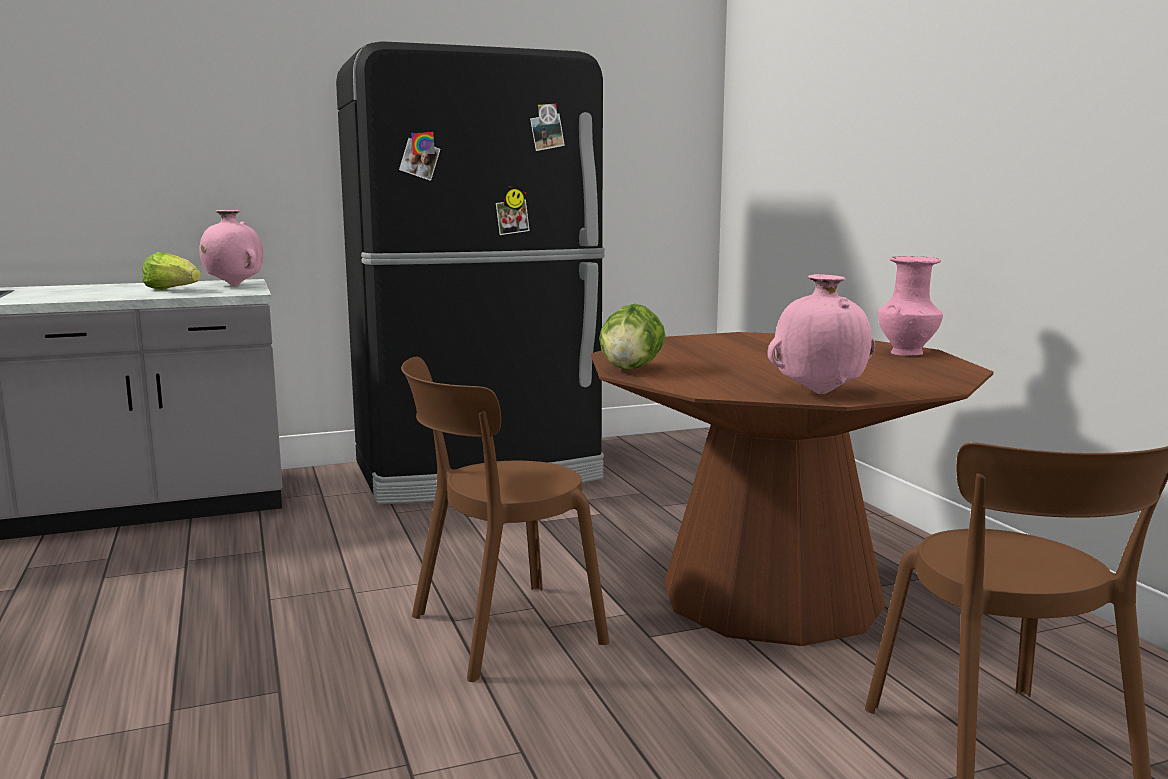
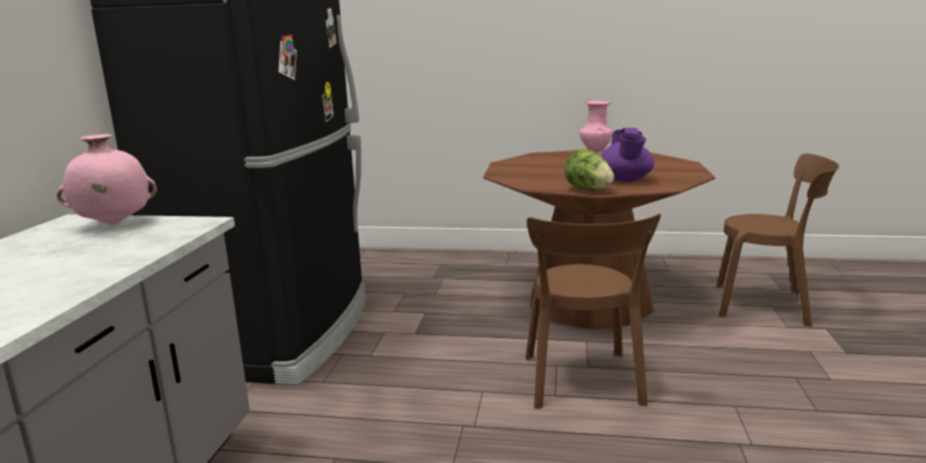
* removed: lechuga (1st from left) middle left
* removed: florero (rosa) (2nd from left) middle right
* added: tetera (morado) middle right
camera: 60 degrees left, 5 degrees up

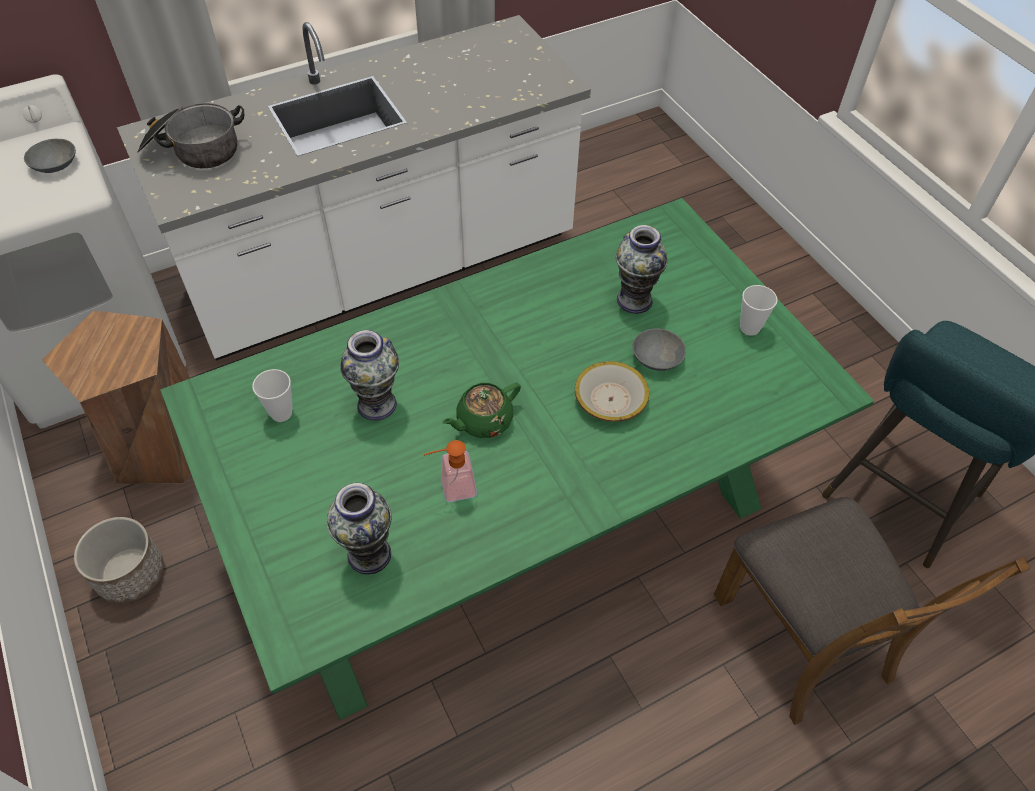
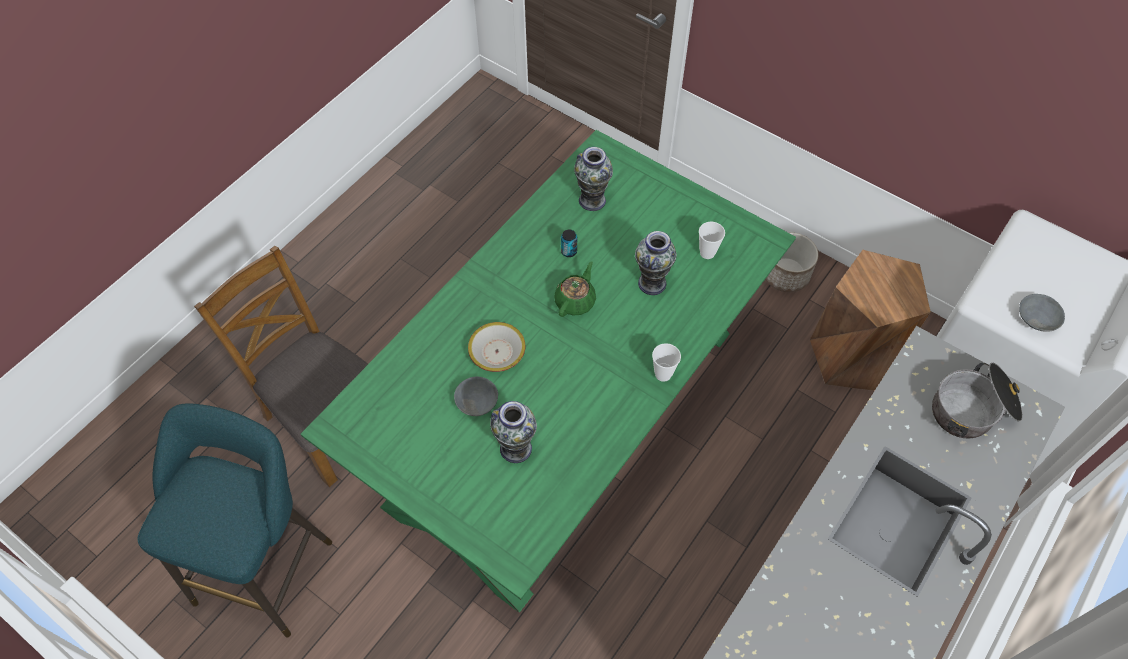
* replaced: dispensador de jabón centre to lata centre
* moved: taza (2nd from left in the first image) middle right to taza (1st from left) centre
camera: 155 degrees right, 5 degrees up

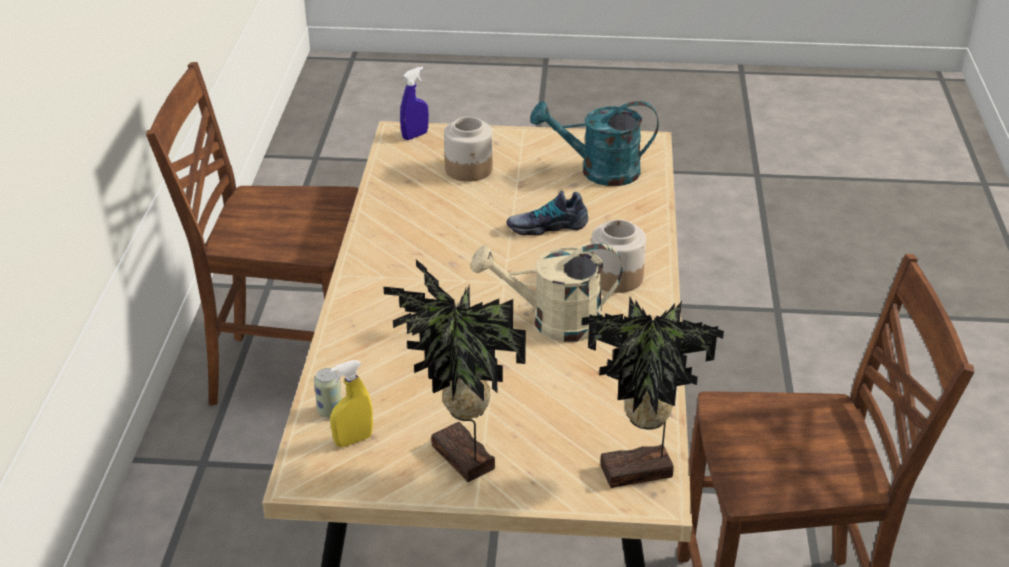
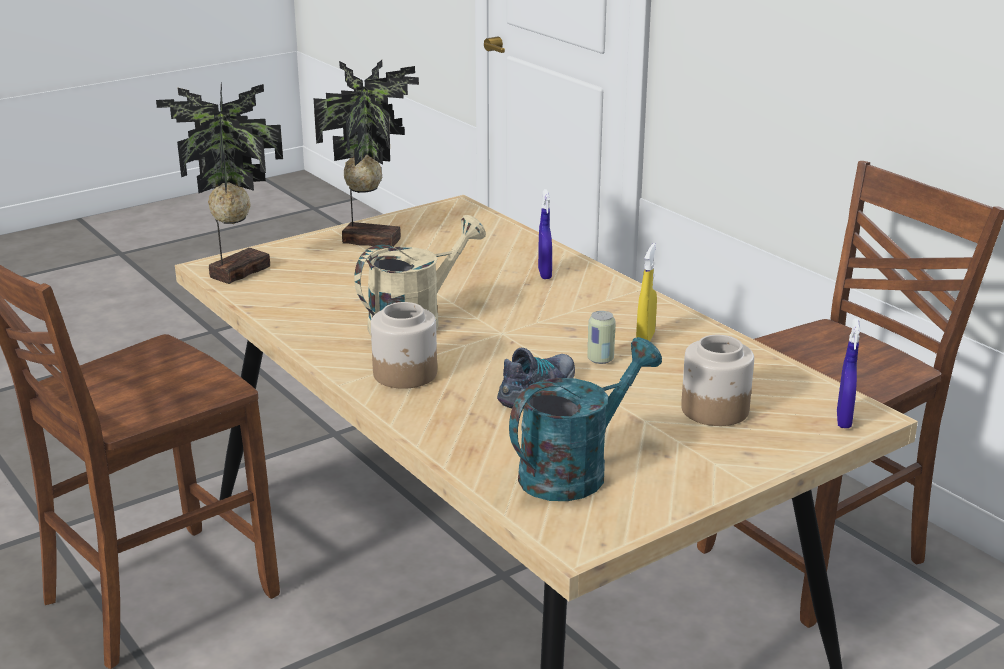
* moved: lata bottom left to centre
* moved: pulverizador (amarillo) bottom centre to centre
* added: pulverizador (azul) (1st from left) centre
camera: 140 degrees right, 10 degrees down

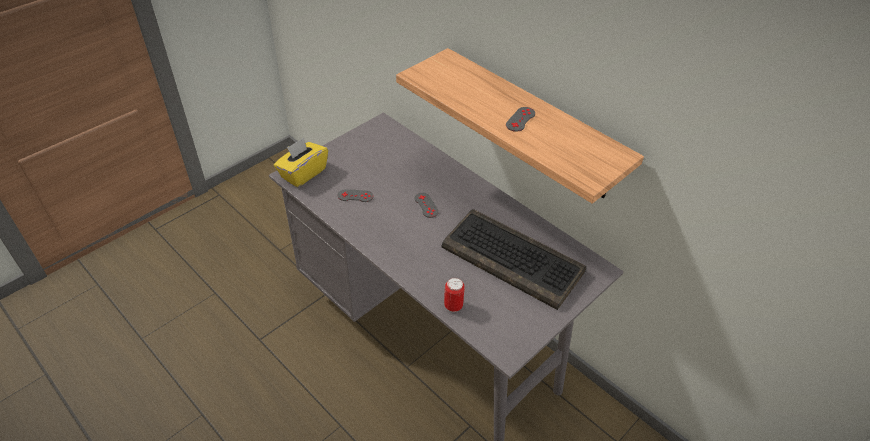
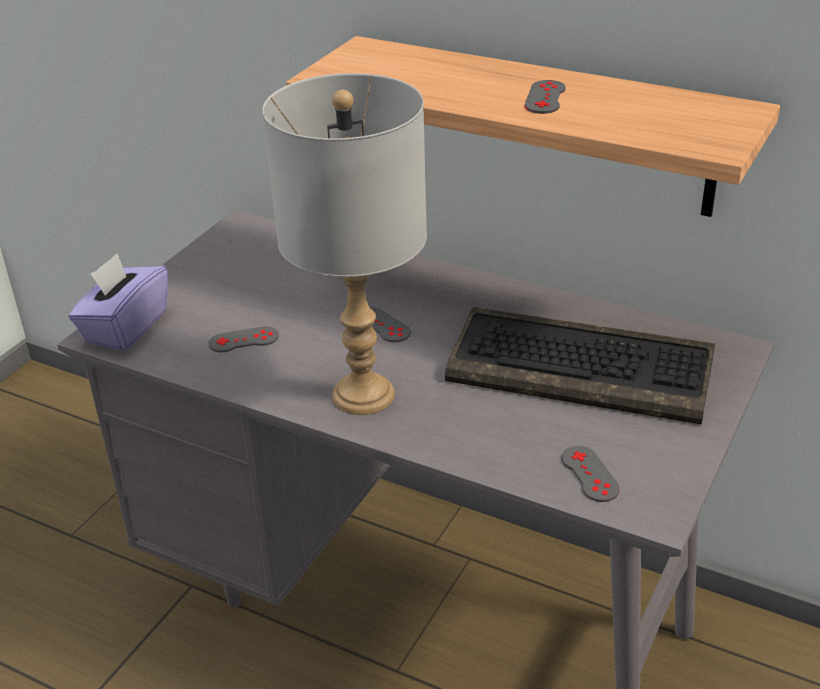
* recoloured: caja de pañuelos (amarillo) centre to caja de pañuelos (morado) middle left
* removed: lata bottom centre
* added: lámpara de mesa (gris) centre
* added: mando de consola (gris) (4th from left) bottom right
camera: 15 degrees left, 10 degrees down

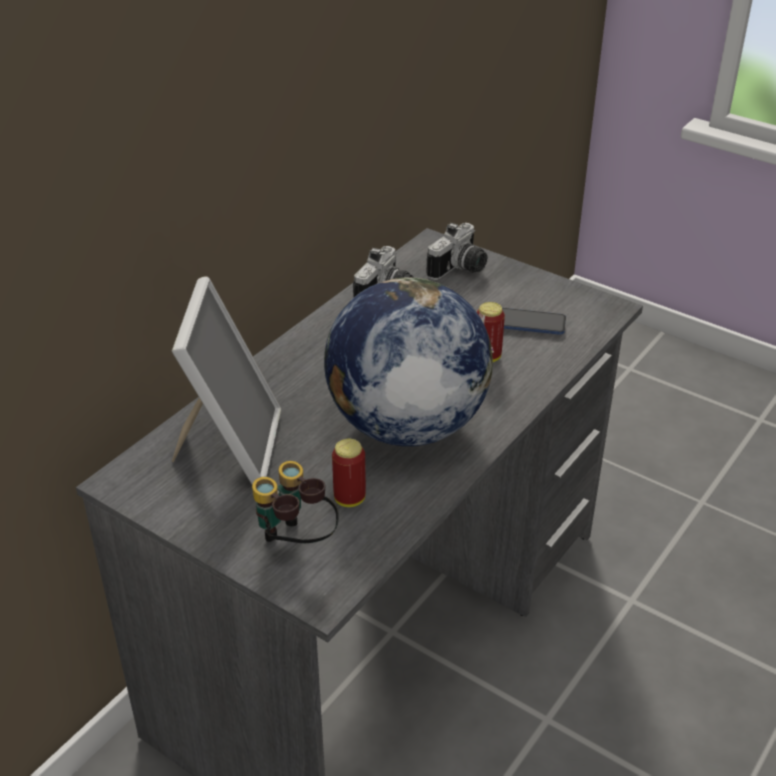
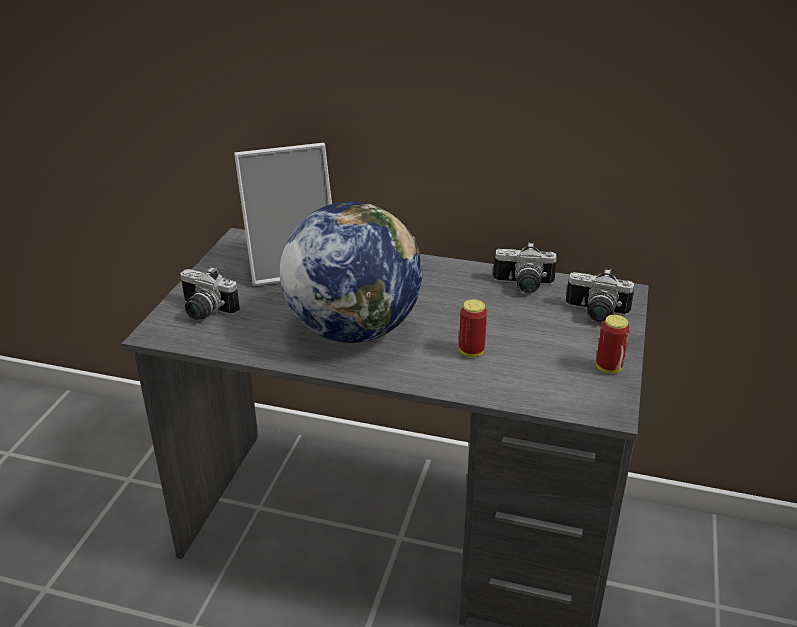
* replaced: prismáticos centre to cámara (1st from left) middle left
* moved: lata (1st from left in the first image) centre to lata (2nd from left) middle right
* removed: móvil middle right
camera: 70 degrees right, 5 degrees down

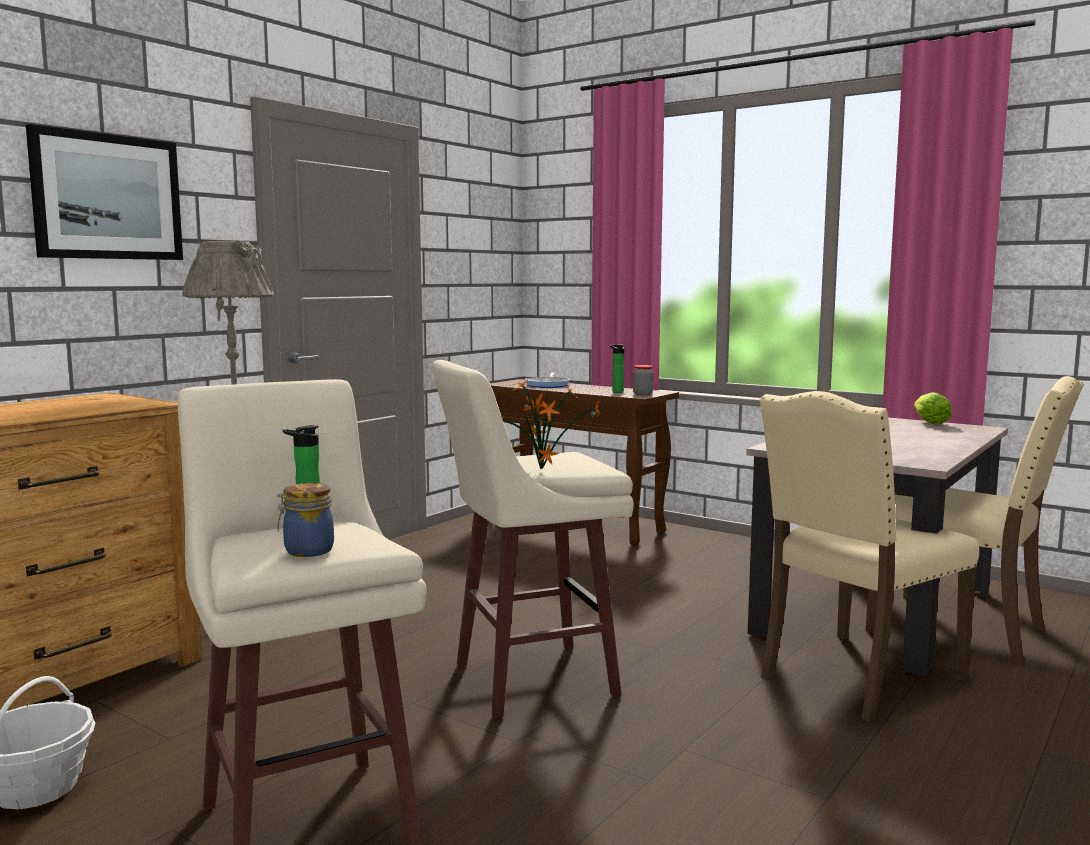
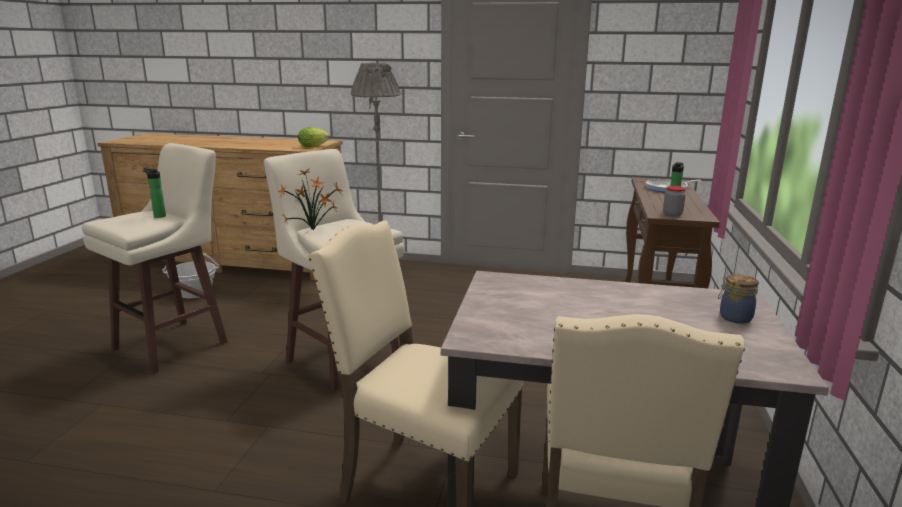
* removed: cuadro top left
* moved: tarro (1st from left in the first image) middle left to tarro (2nd from left) middle right
* moved: lechuga middle right to top centre
camera: 65 degrees right, 10 degrees up

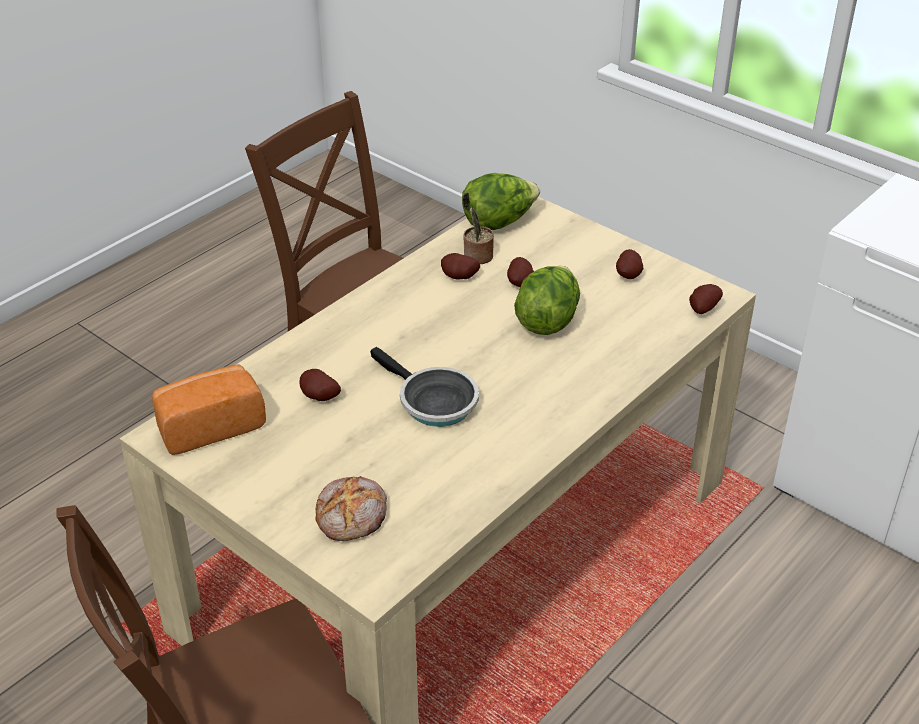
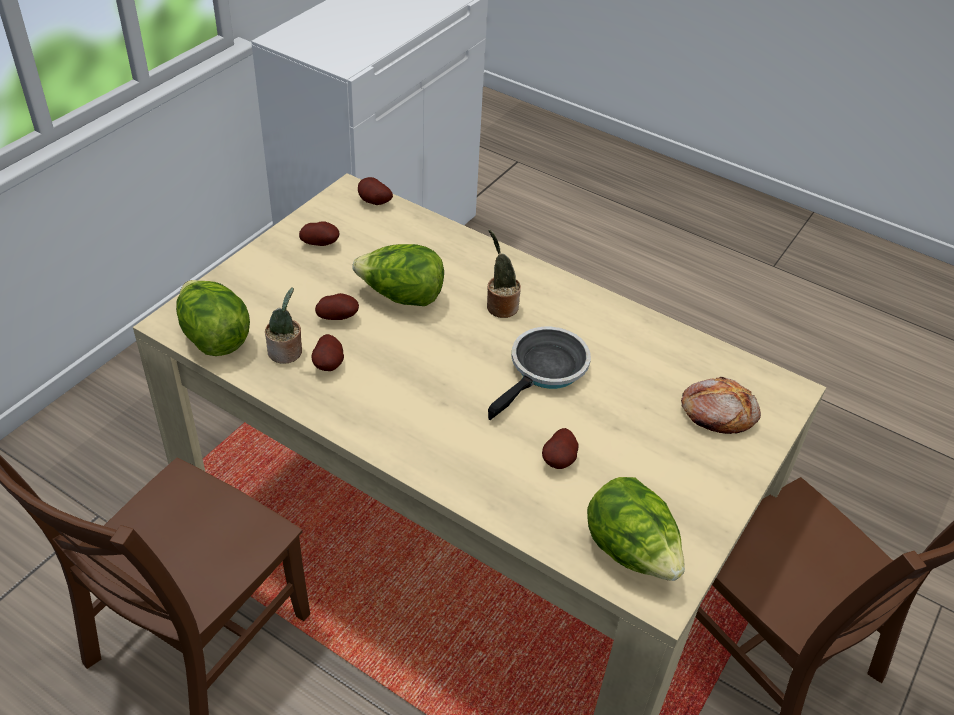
* replaced: pan (1st from left) middle left to lechuga (3rd from left) bottom right
* added: planta en maceta (2nd from left) centre
camera: 100 degrees left, 5 degrees up

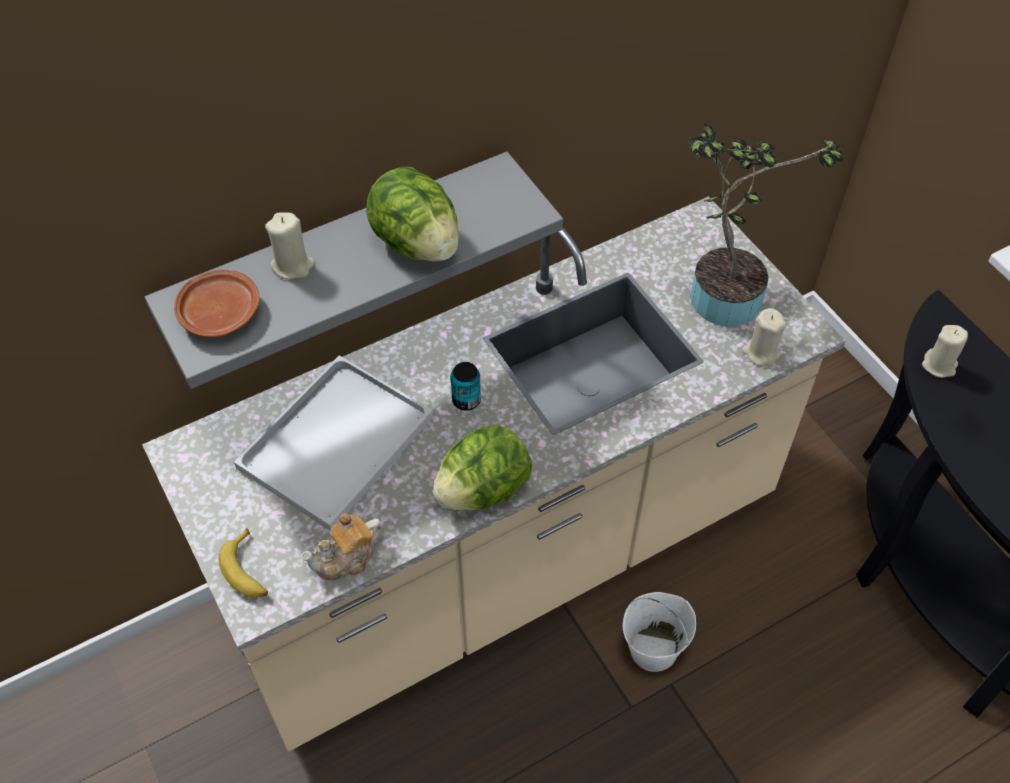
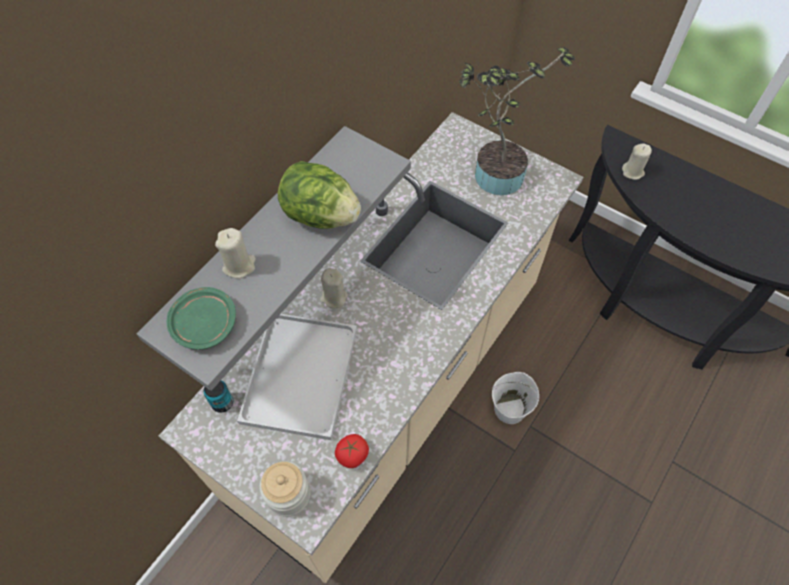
* recoloured: plato (marrón) middle left to plato (verde) middle left
* replaced: plátano bottom left to tarro bottom centre
* replaced: tetera bottom centre to tomate bottom centre
* removed: lechuga (2nd from left) centre
* moved: lata centre to bottom left
* moved: vela (beis) (2nd from left) middle right to centre
camera: 25 degrees left, 5 degrees up

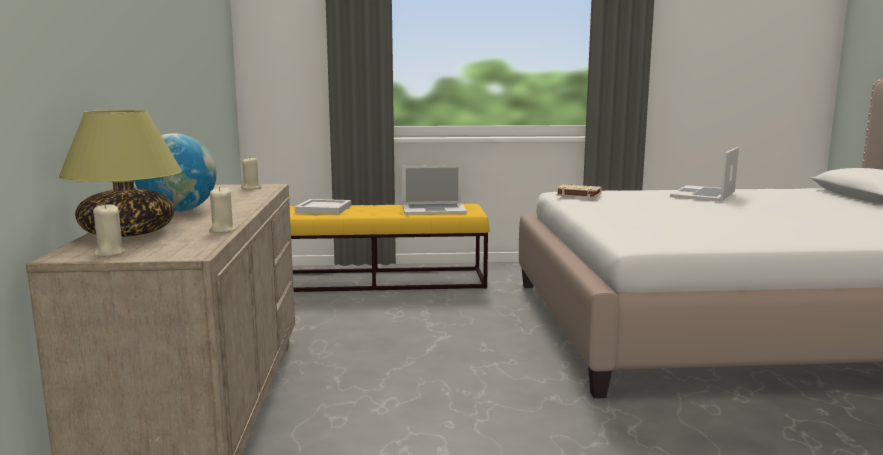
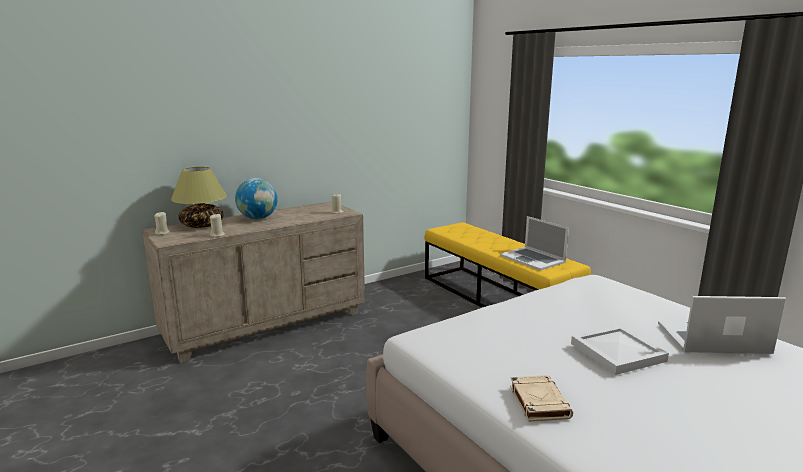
* moved: bandeja (blanco) centre to bottom right
* moved: libro (beis) centre to bottom right
camera: 60 degrees right, 5 degrees up

